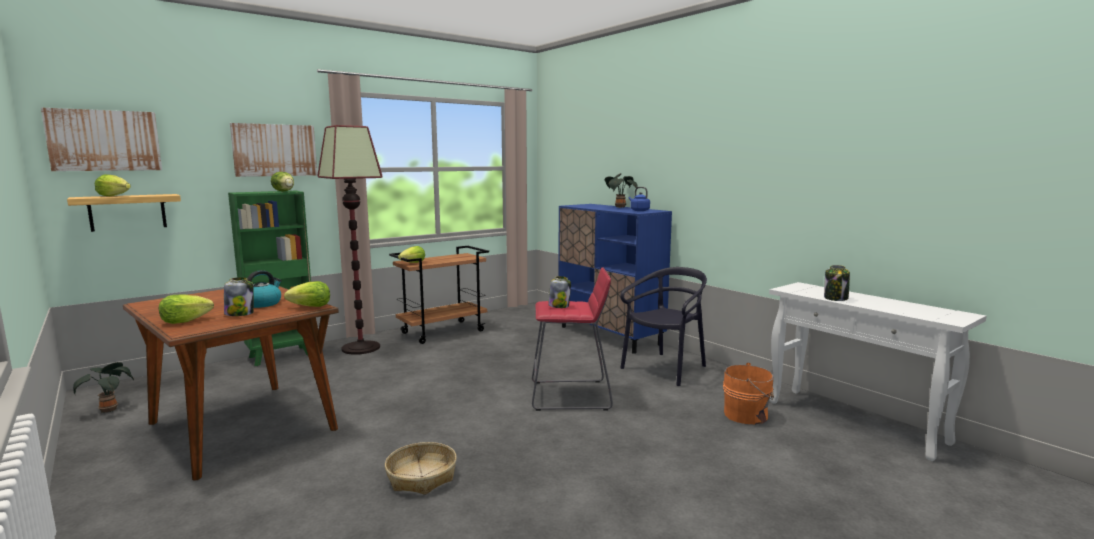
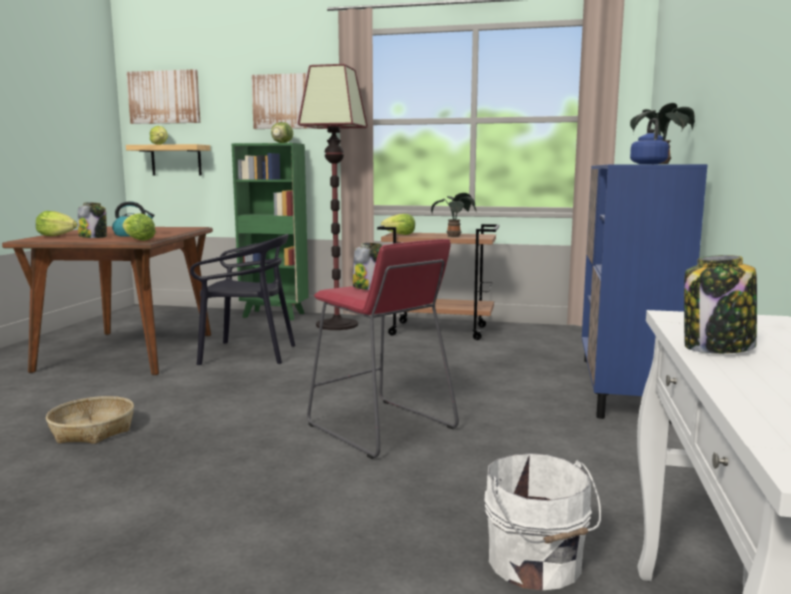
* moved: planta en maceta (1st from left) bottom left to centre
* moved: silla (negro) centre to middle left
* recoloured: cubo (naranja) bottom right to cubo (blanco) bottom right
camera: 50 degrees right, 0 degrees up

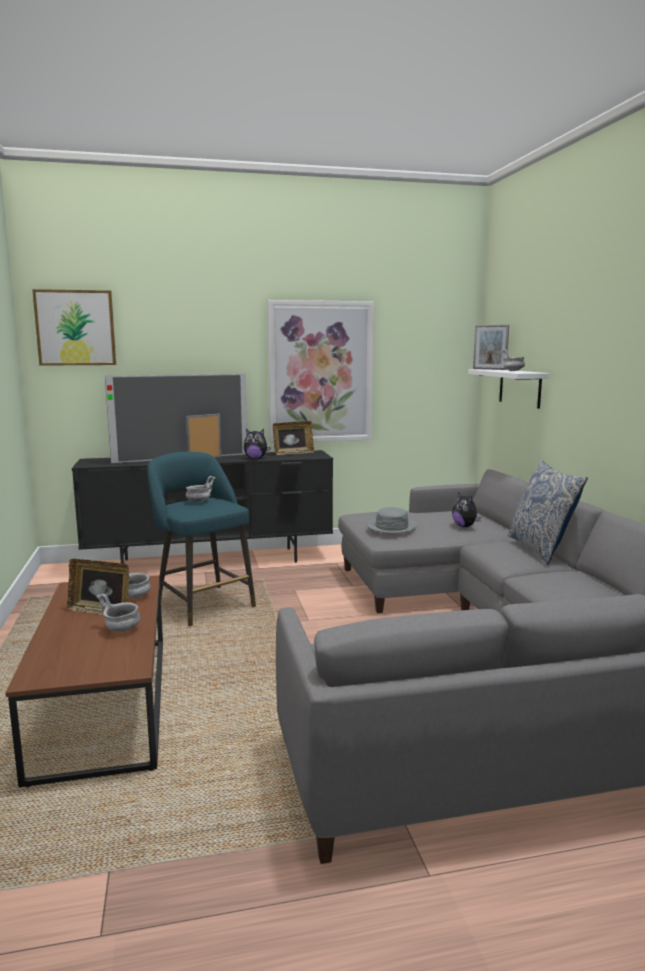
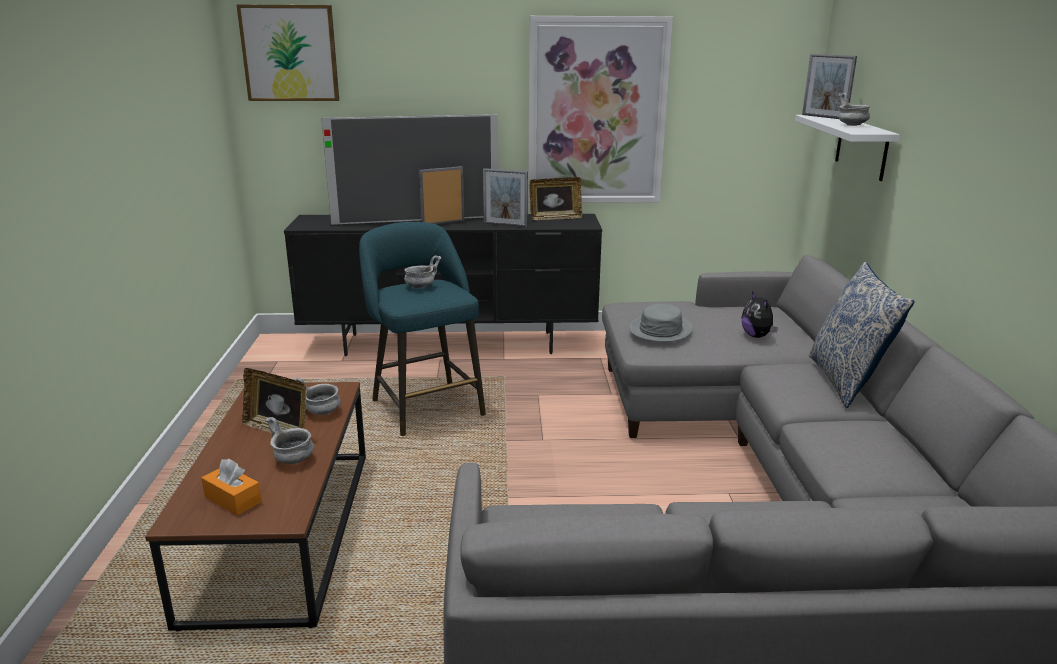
* replaced: peluche (1st from left) centre to portarretratos (3rd from left) top centre
* added: caja de pañuelos (naranja) bottom left
camera: 10 degrees right, 10 degrees up

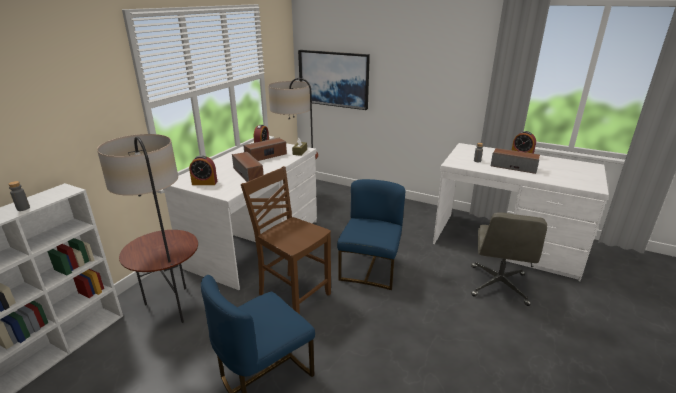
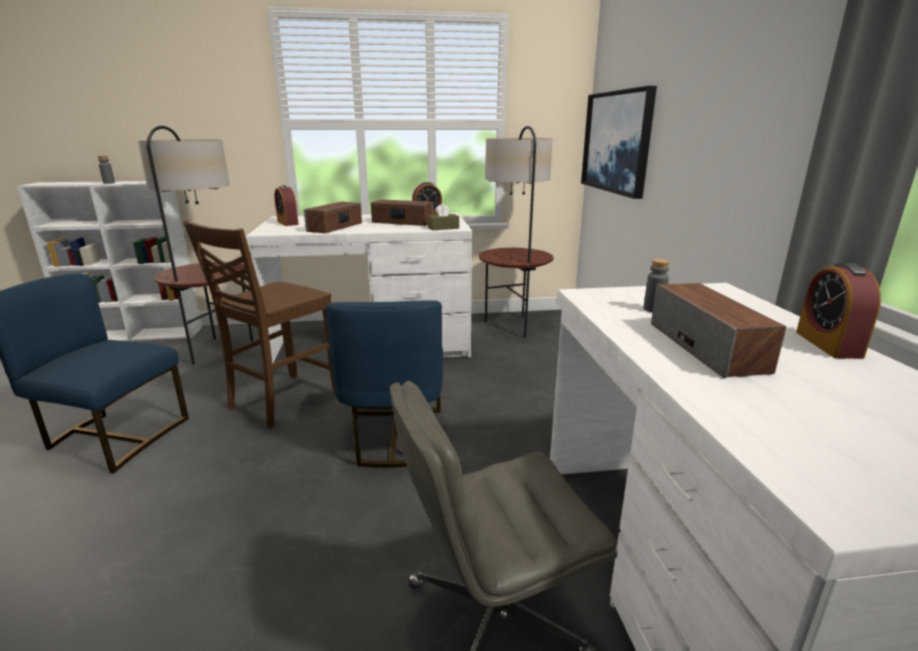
* turned: silla (marrón) centre = middle left 150 degrees counterclockwise
* turned: silla (azul) (2nd from left) centre = centre 105 degrees clockwise
camera: 55 degrees right, 5 degrees down

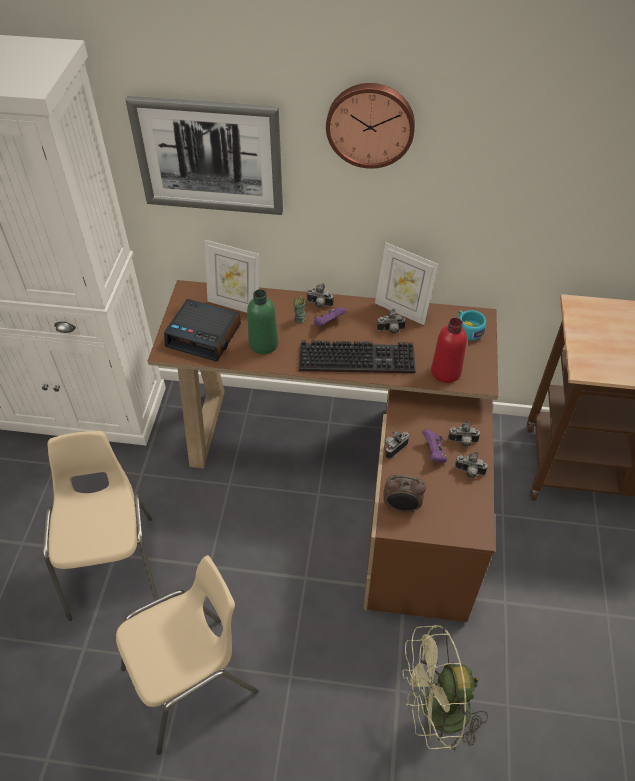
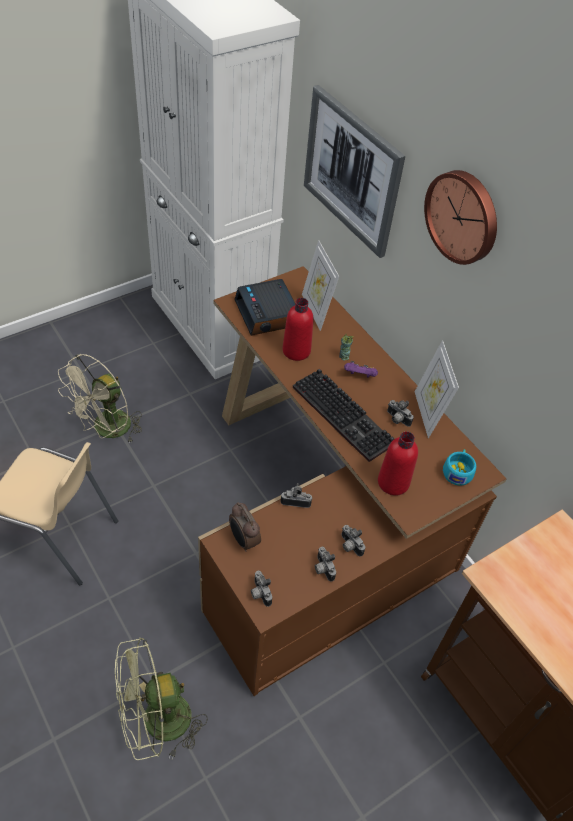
* replaced: silla (beis) (1st from left) bottom left to ventilador (beis) middle left
* recoloured: botella (verde) centre to botella (rojo) (1st from left) centre
* moved: cámara (1st from left) centre to bottom centre
* turned: ventilador (verde) bottom right = bottom left 60 degrees counterclockwise
* removed: mando de consola (morado) (2nd from left) middle right
camera: 45 degrees right, 0 degrees up

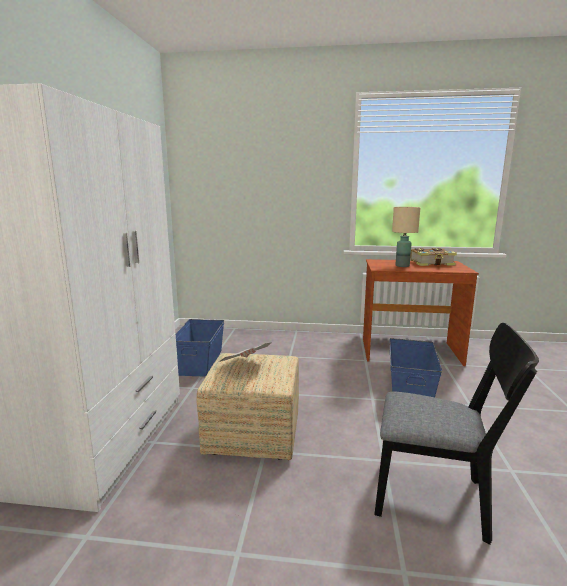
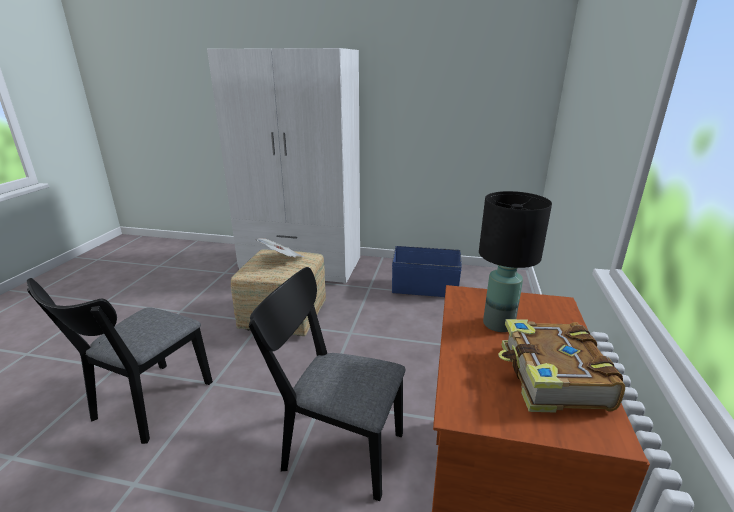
* replaced: caja de almacenaje (azul) (2nd from left) middle right to silla (negro) (2nd from left) bottom centre
* recoloured: lámpara de mesa (beis) middle right to lámpara de mesa (negro) middle right
camera: 95 degrees right, 10 degrees up

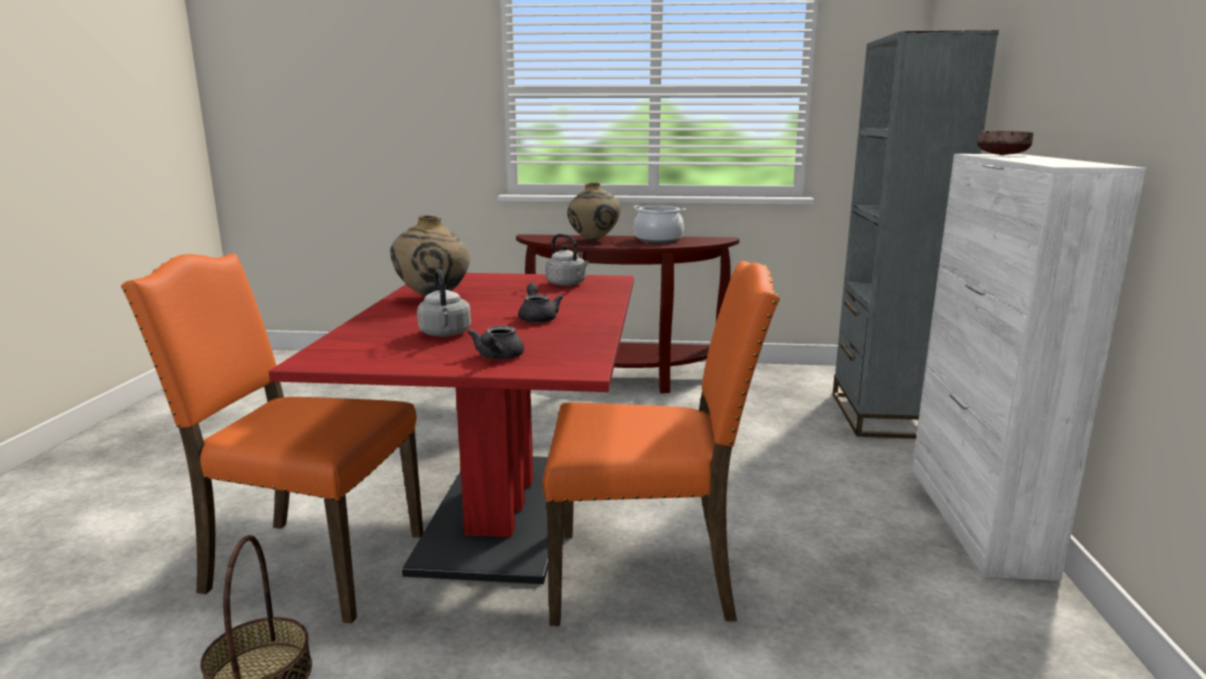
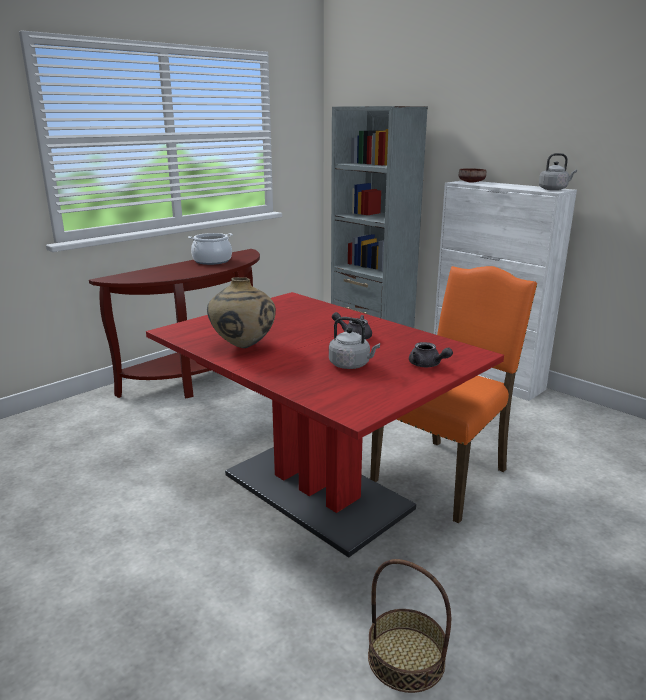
* removed: silla (naranja) (1st from left) middle left
* moved: hervidor (gris) (2nd from left) centre to top right
* removed: florero (beis) (2nd from left) top centre
camera: 50 degrees left, 5 degrees up

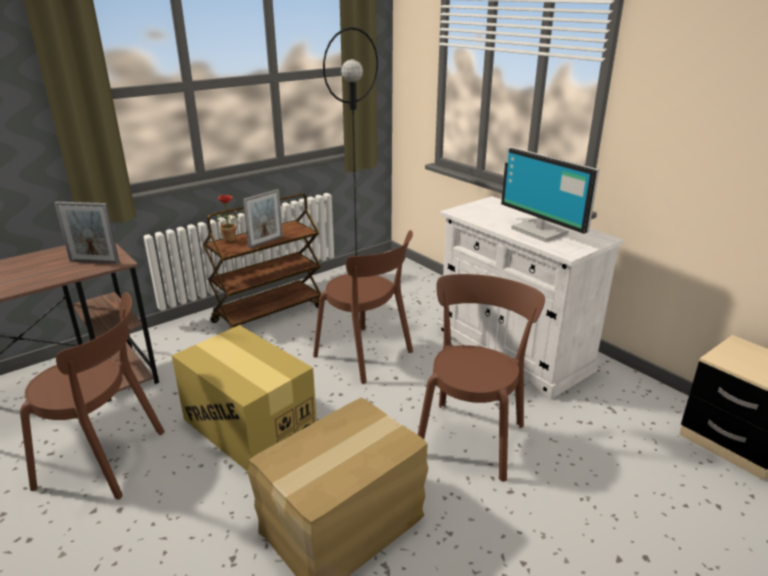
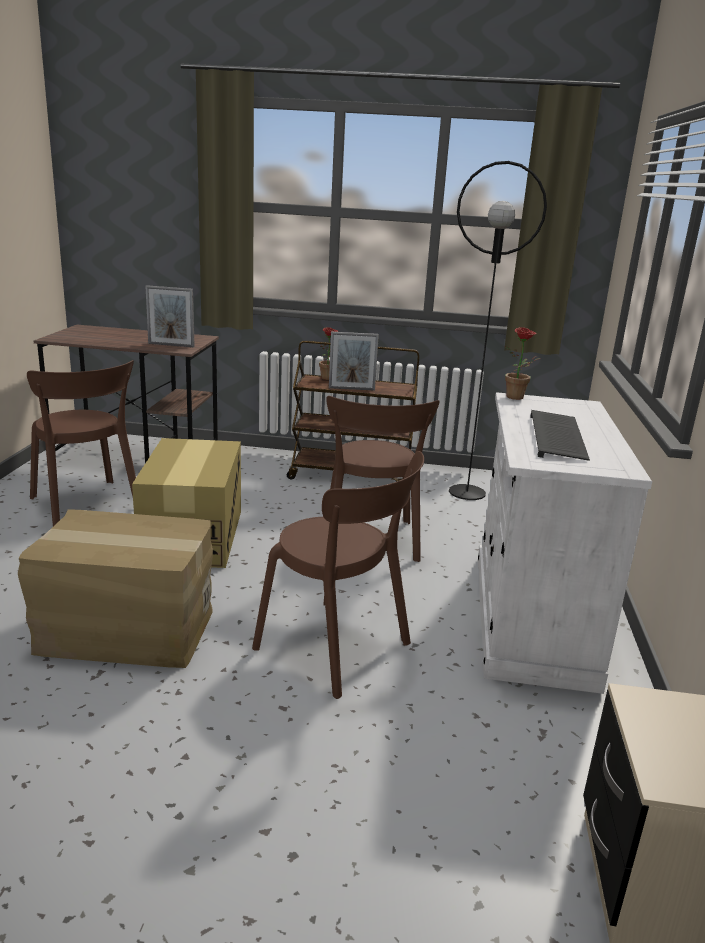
* turned: portarretratos (1st from left) middle left = middle left 45 degrees counterclockwise
* turned: silla (marrón) (3rd from left in the first image) centre = centre 60 degrees clockwise
* replaced: monitor middle right to teclado middle right
* added: planta en maceta (2nd from left) middle right
camera: 45 degrees right, 5 degrees down

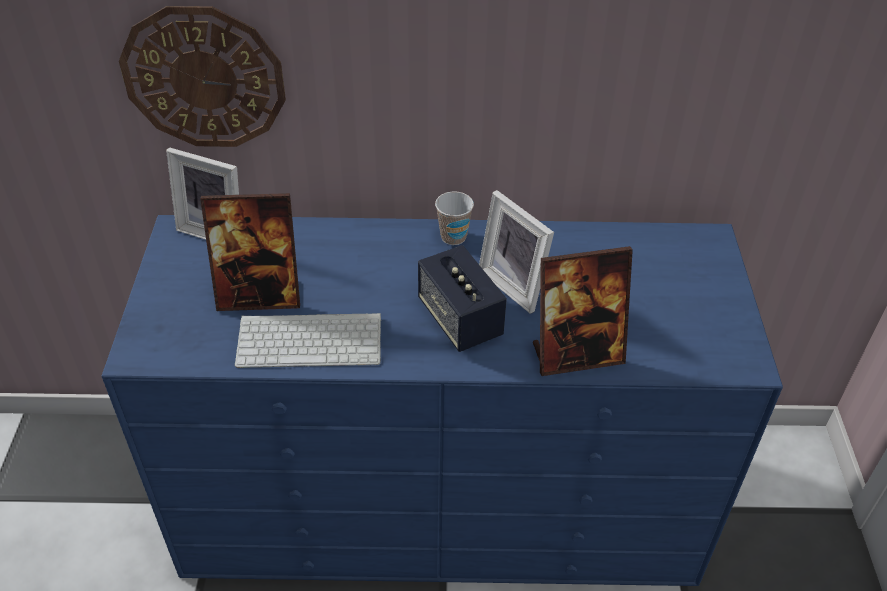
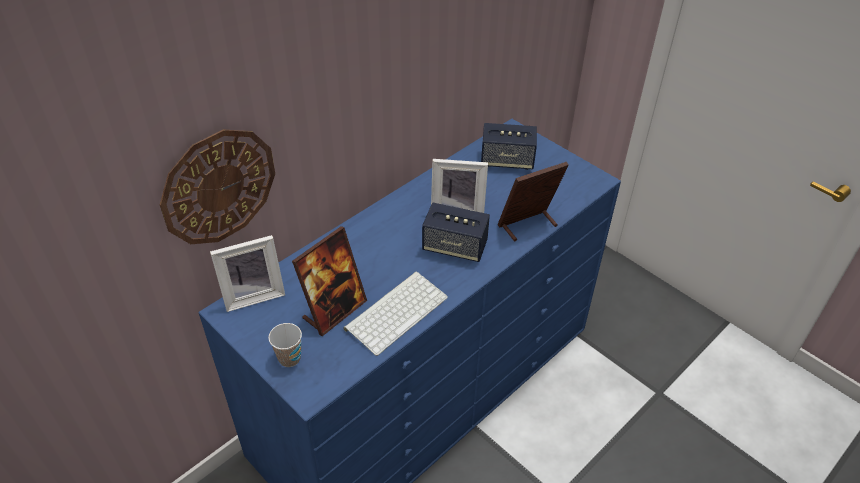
* moved: taza centre to bottom left
* turned: portarretratos (4th from left) centre = centre 150 degrees counterclockwise
* added: altavoz (2nd from left) top centre
camera: 45 degrees left, 0 degrees up

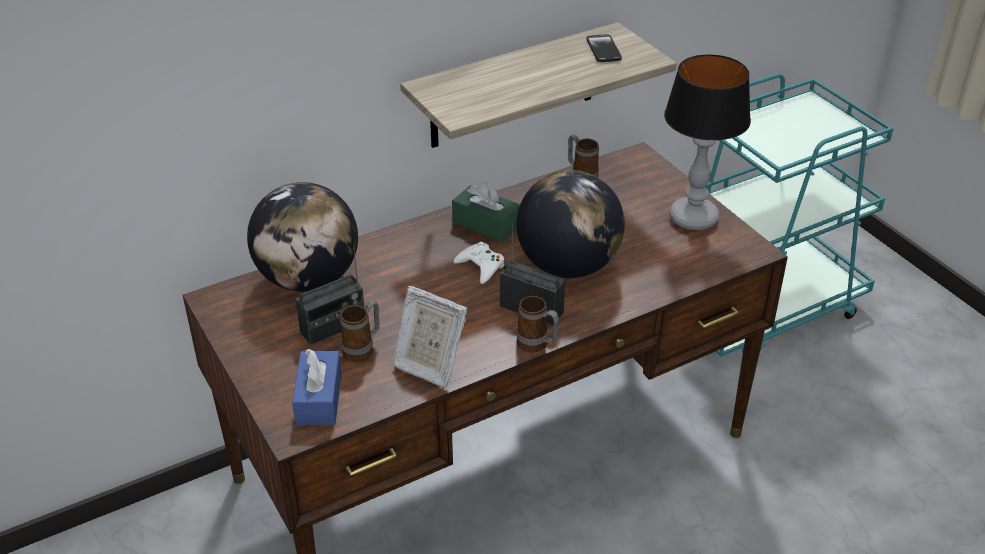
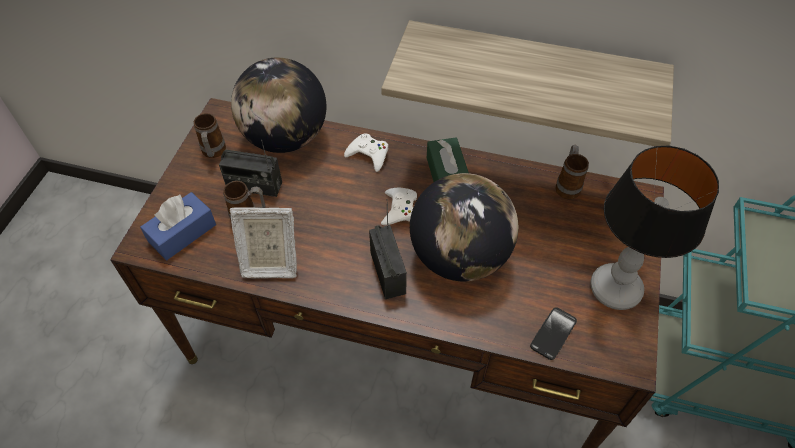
* turned: portarretratos centre = middle left 75 degrees counterclockwise
* moved: taza grande (2nd from left in the first image) centre to taza grande (1st from left) top left
* moved: móvil top centre to bottom right
* added: mando de consola (blanco) (1st from left) centre
camera: 45 degrees right, 15 degrees up

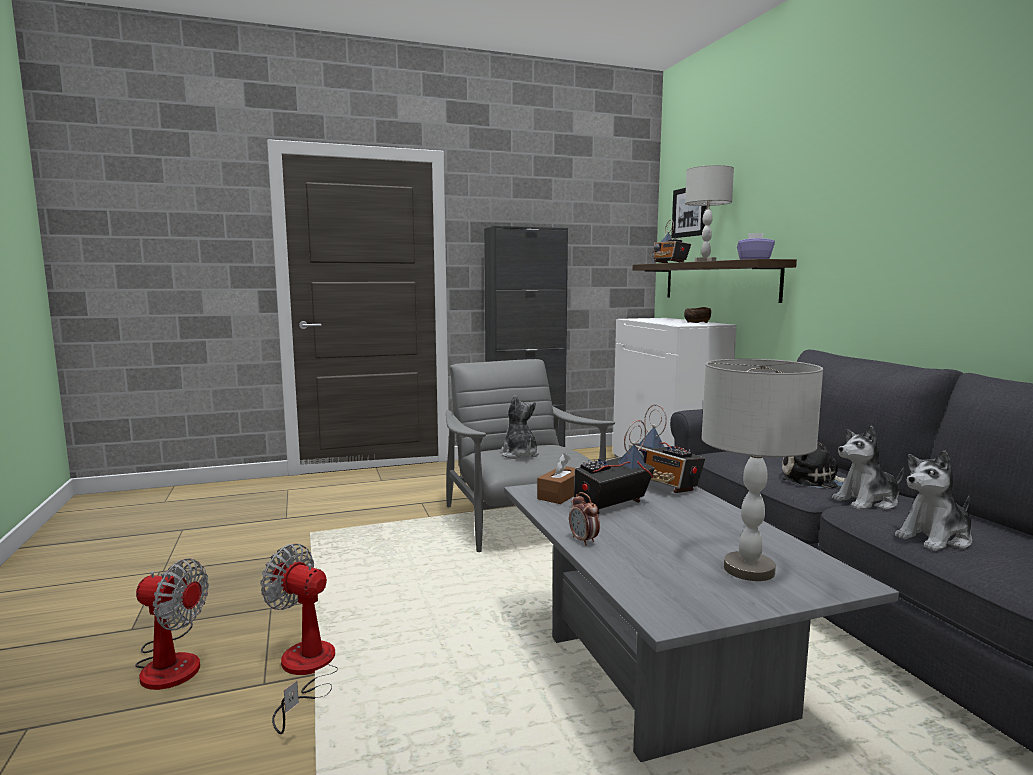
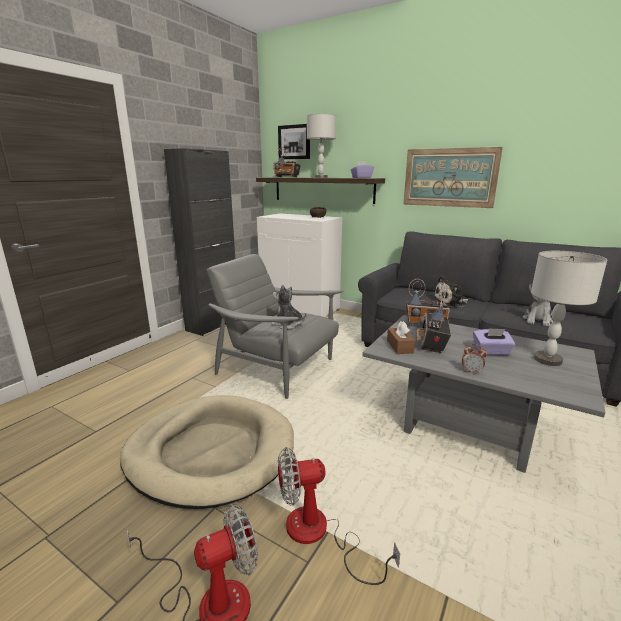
* removed: peluche (3rd from left) middle right
* added: cama para perro (beis) bottom centre
* added: cuadro (2nd from left) top right
* added: caja de pañuelos (morado) (2nd from left) middle right
camera: 40 degrees left, 10 degrees up

